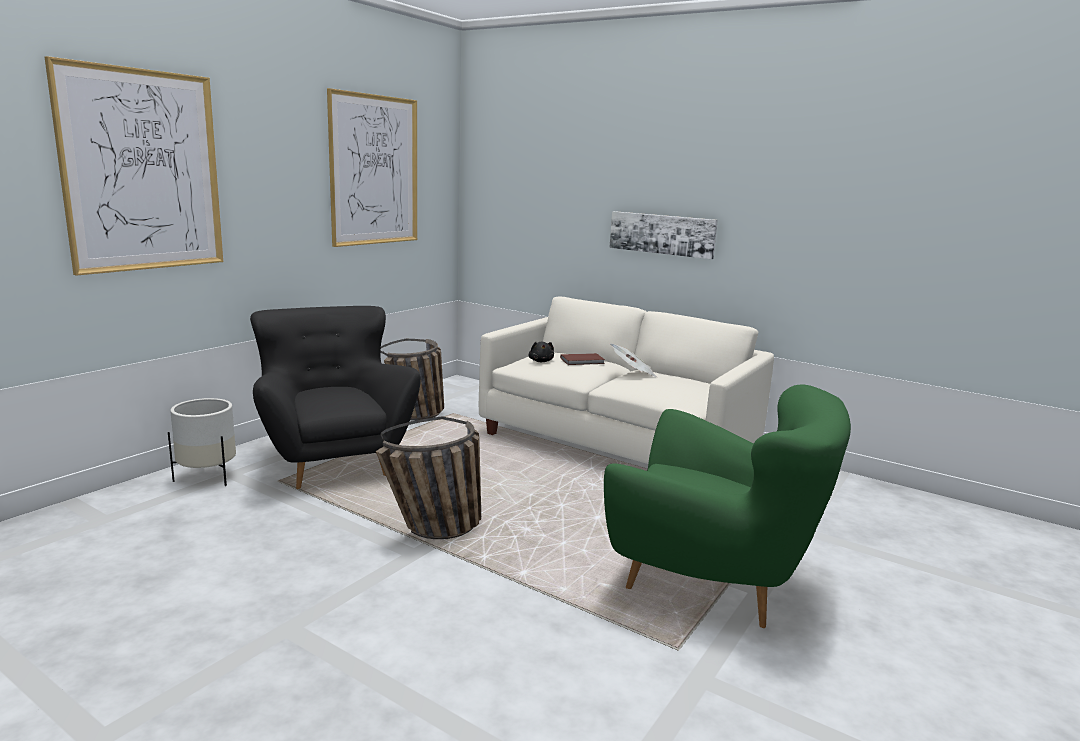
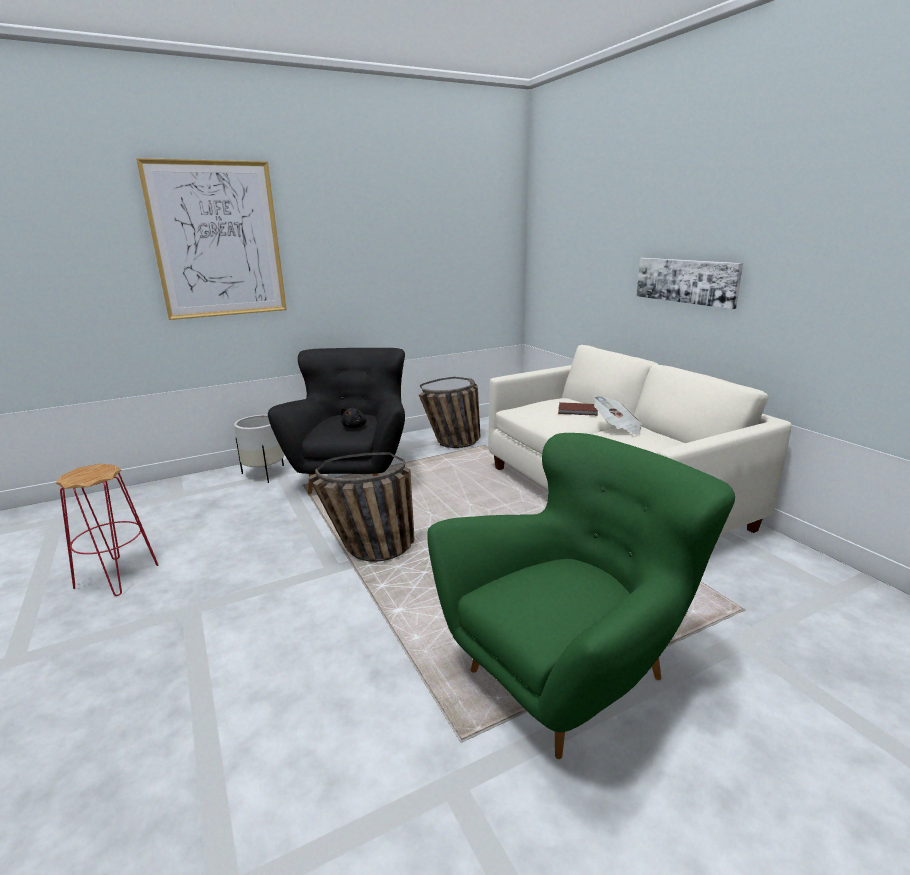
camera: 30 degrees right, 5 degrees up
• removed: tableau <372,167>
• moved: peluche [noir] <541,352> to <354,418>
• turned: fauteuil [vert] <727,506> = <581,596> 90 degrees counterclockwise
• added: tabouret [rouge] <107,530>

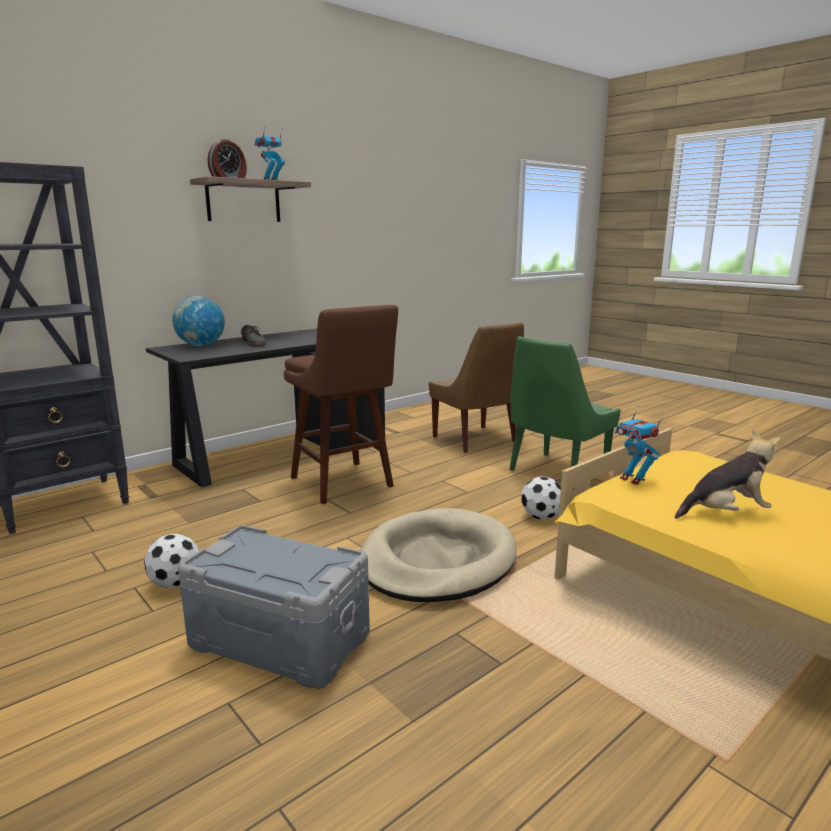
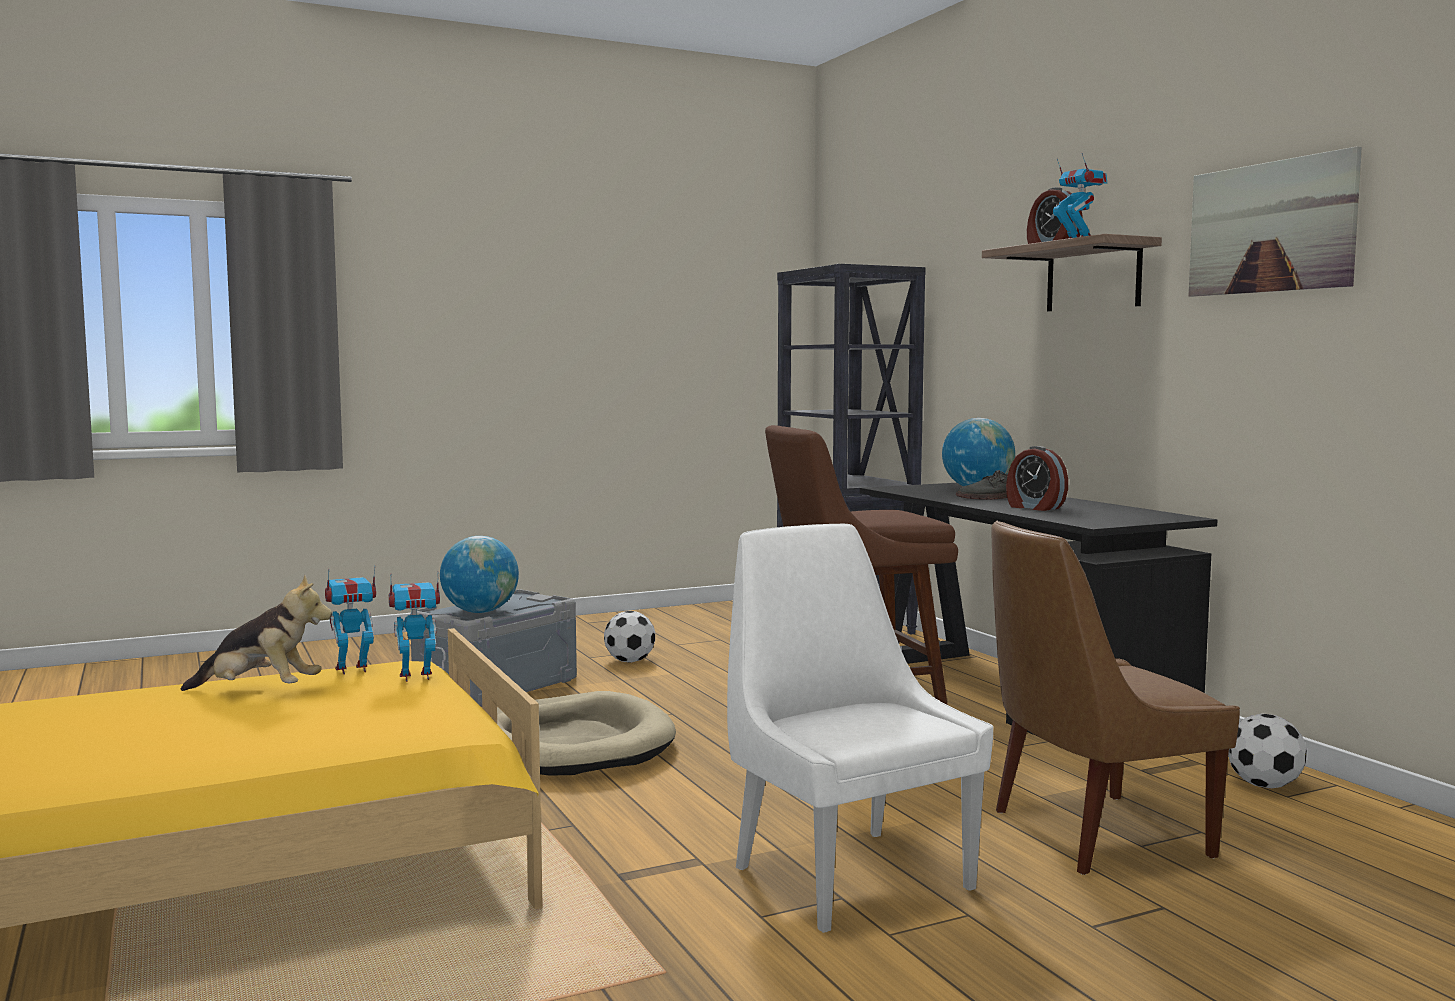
camera: 105 degrees right, 10 degrees down
• recoloured: chaise [vert] <565,413> to chaise [blanc] <860,728>
• moved: ballon de foot <541,498> to <1267,751>
• turned: peluche <727,474> = <256,633> 90 degrees counterclockwise
• added: robot jouet <350,619>
• added: globe <479,574>
• added: réveil <1037,478>
• added: tableau <1275,221>

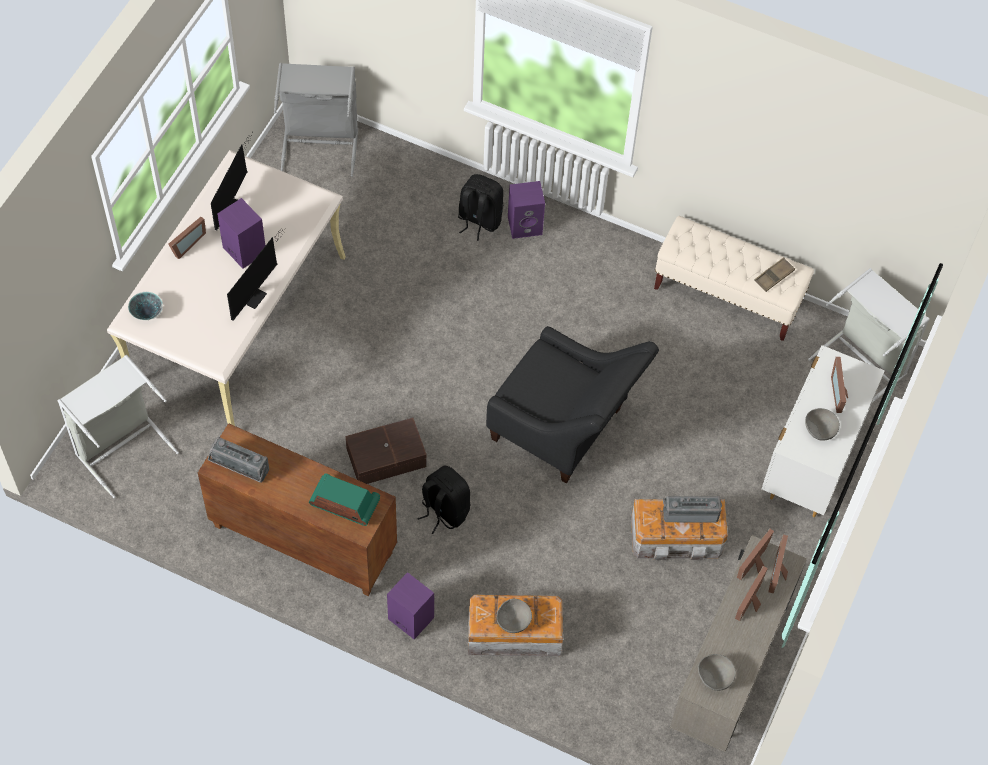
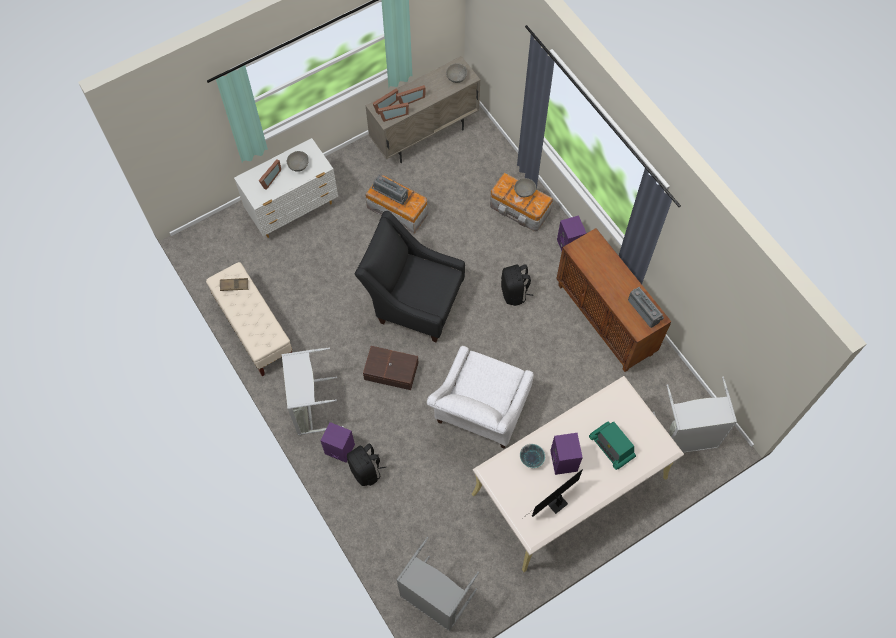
camera: 145 degrees left, 5 degrees up
• moved: bol <145,306> to <532,456>
• removed: cadre photo <187,238>
• removed: écran d'ordinateur <257,273>
• moved: radio <344,499> to <612,445>
• moved: boîte de rangement [marron] <386,450> to <391,368>
• turned: fauteuil [noir] <572,404> = <410,276> 45 degrees counterclockwise
• moved: panier à linge [gris] <869,335> to <313,391>
• added: fauteuil [blanc] <480,397>

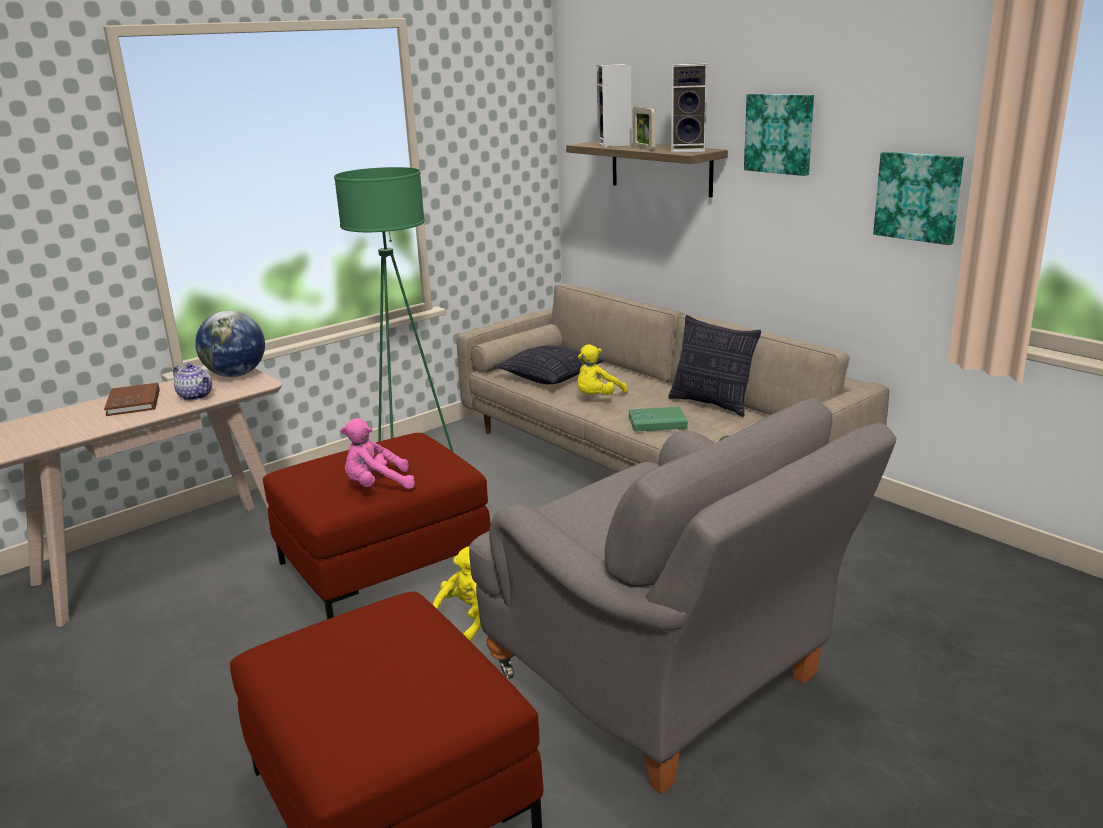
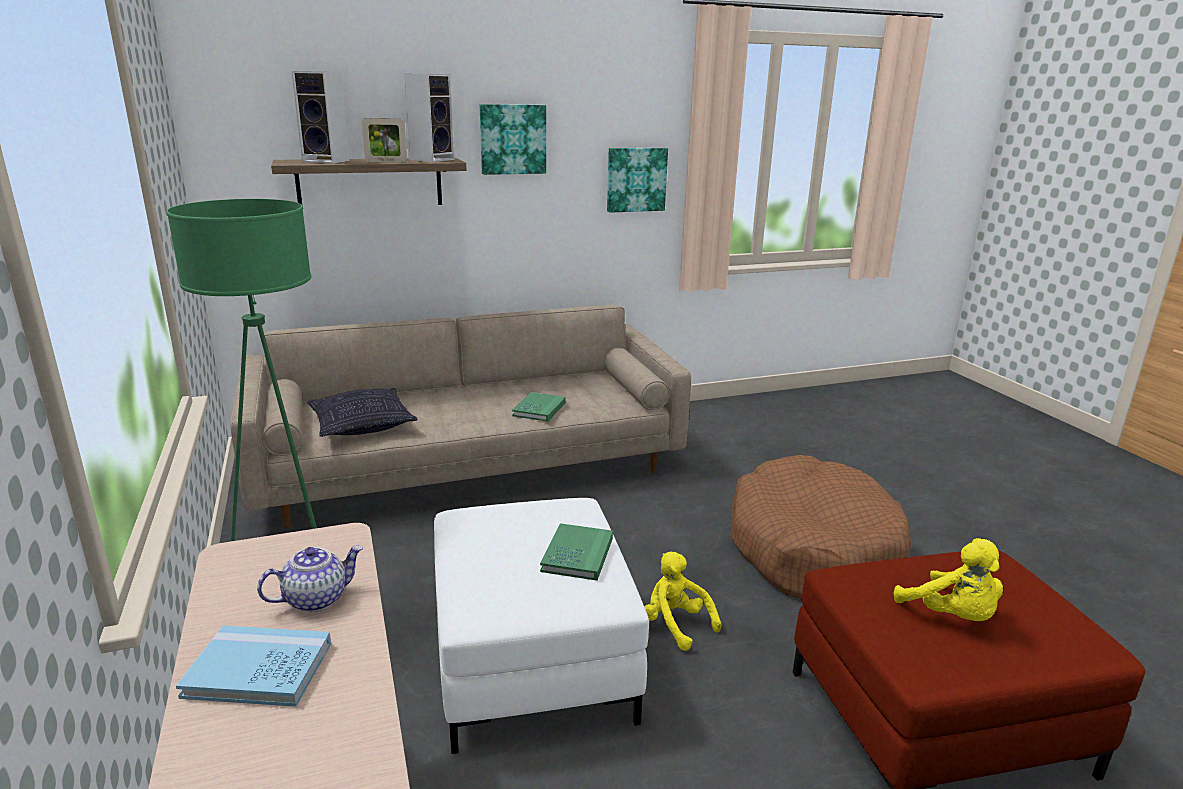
camera: 70 degrees left, 0 degrees up
• recoloured: livre [marron] <132,399> to livre [bleu] <253,666>
• removed: globe <230,343>
• recoloured: pouf [rouge] <377,526> to pouf [blanc] <541,626>
• replaced: peluche [rose] <377,453> to livre [vert] <576,552>
• replaced: fauteuil [gris] <683,596> to panier pour chien [marron] <820,527>
• moved: peluche [jaune] <602,369> to <948,579>
• removed: coussin <714,366>

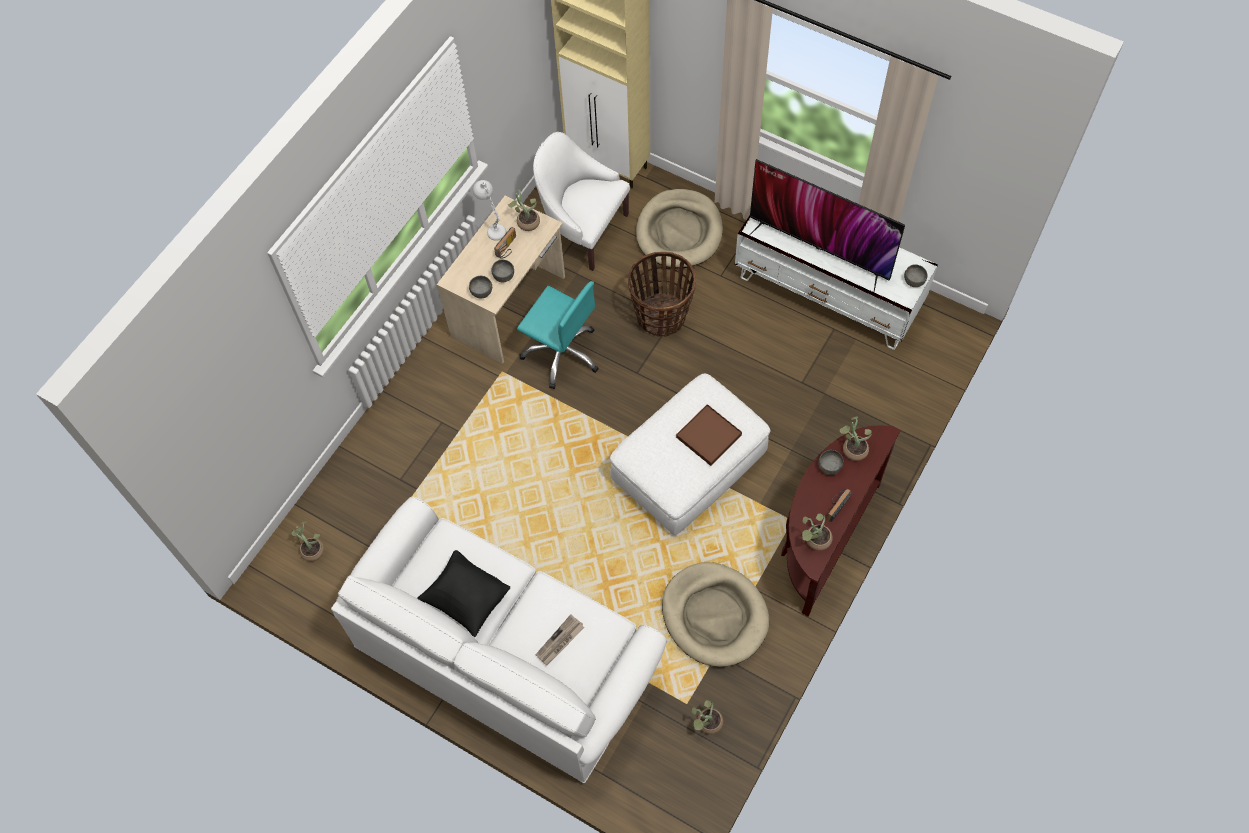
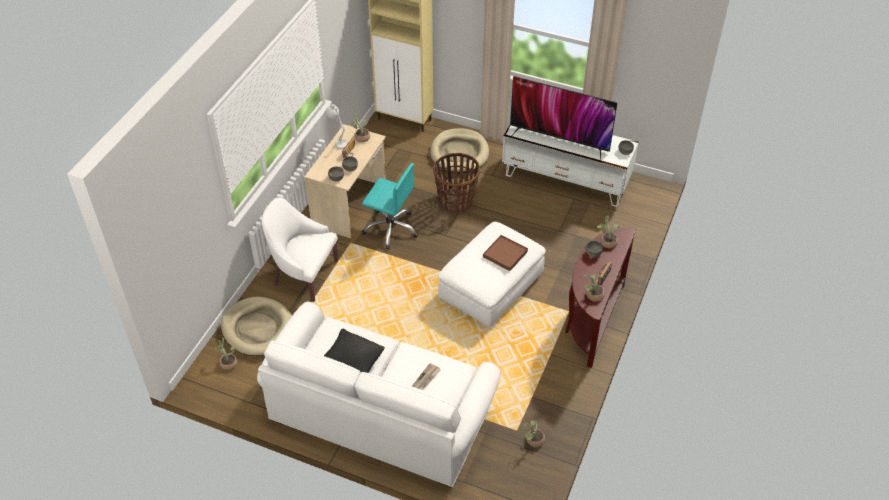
camera: 10 degrees left, 15 degrees down
• moved: fauteuil [blanc] <581,201> to <300,249>
• moved: panier pour chien [beige] <715,614> to <256,326>

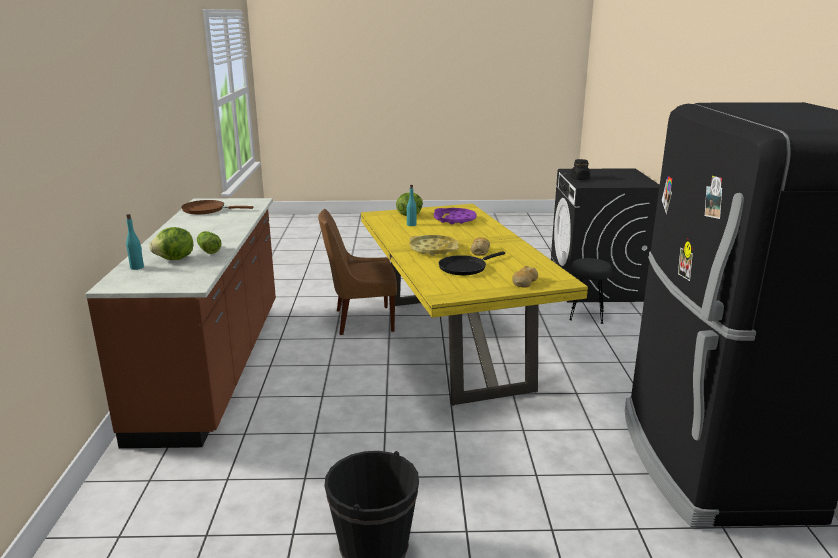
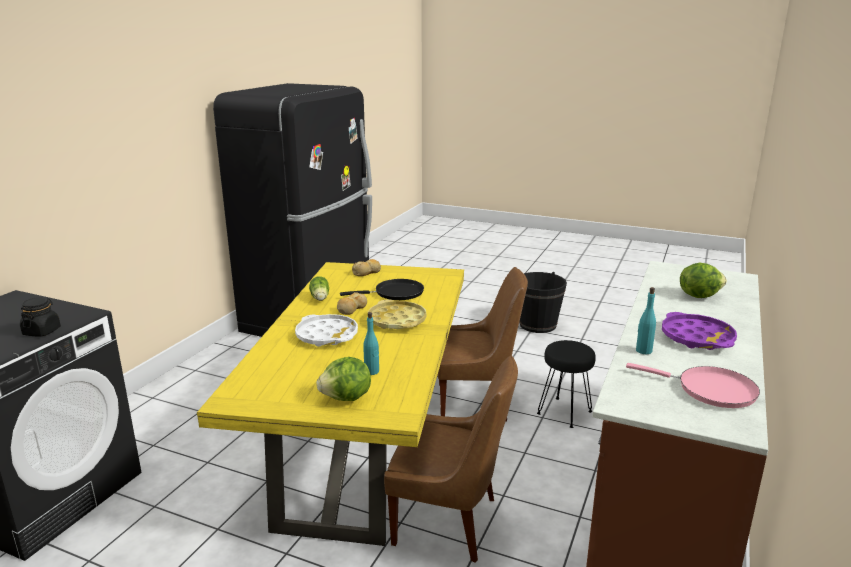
camera: 155 degrees left, 0 degrees up
• moved: bouteille [turquoise] <135,242> to <646,320>
• recoloured: poêle [marron] <217,207> to poêle [rose] <693,385>
• moved: laitue <209,242> to <319,288>
• moved: plateau [violet] <455,216> to <699,331>
• moved: tabouret [noir] <590,291> to <566,384>
• added: plateau [blanc] <326,330>
• added: chaise [marron] <483,344>

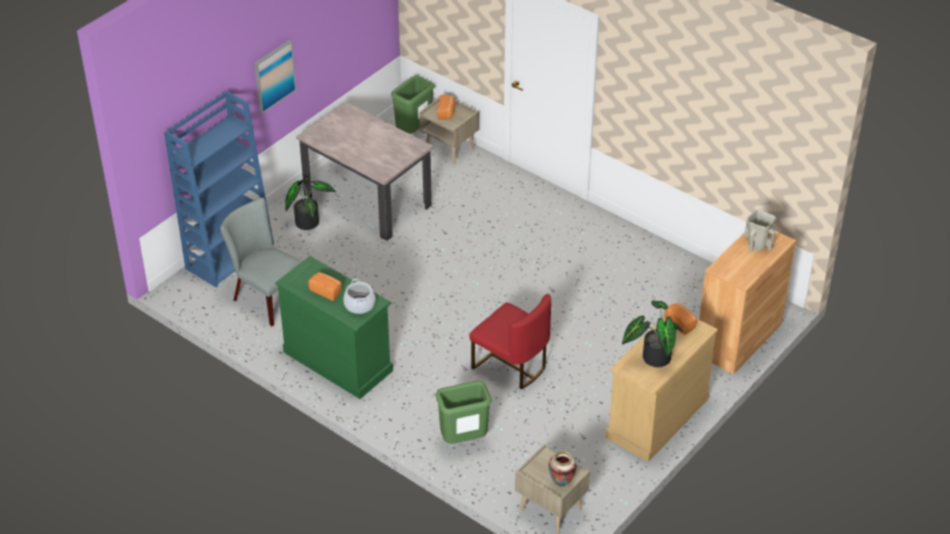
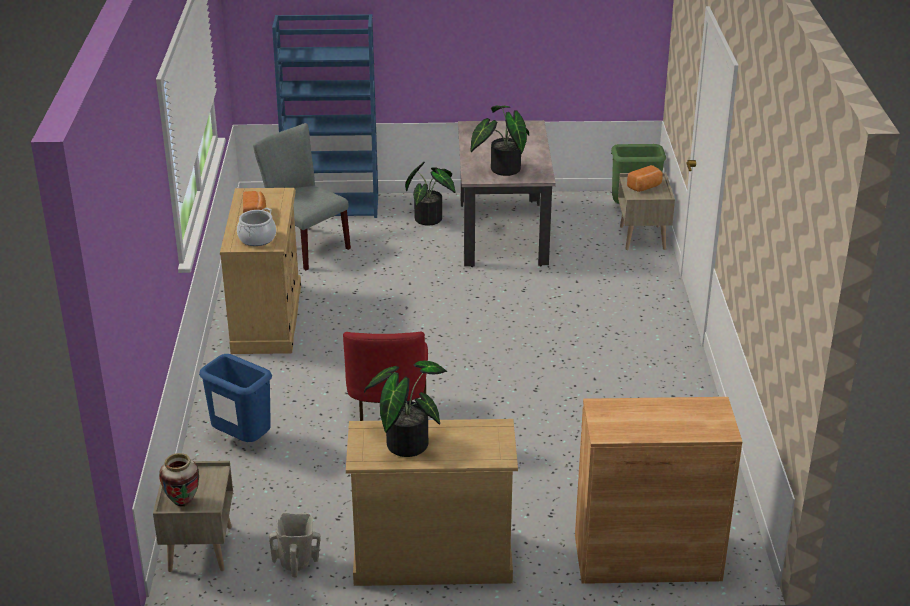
camera: 50 degrees right, 10 degrees down
• turned: chaise [gris] <261,262> = <302,196> 45 degrees counterclockwise
• removed: tableau <275,77>
• recoloured: commode [vert] <334,327> to commode [beige] <260,271>
• recoloured: poubelle [vert] <464,412> to poubelle [bleu] <235,398>
• removed: pain <680,319>
• moved: vase [beige] <760,231> to <295,545>
• added: plante en pot <499,140>

